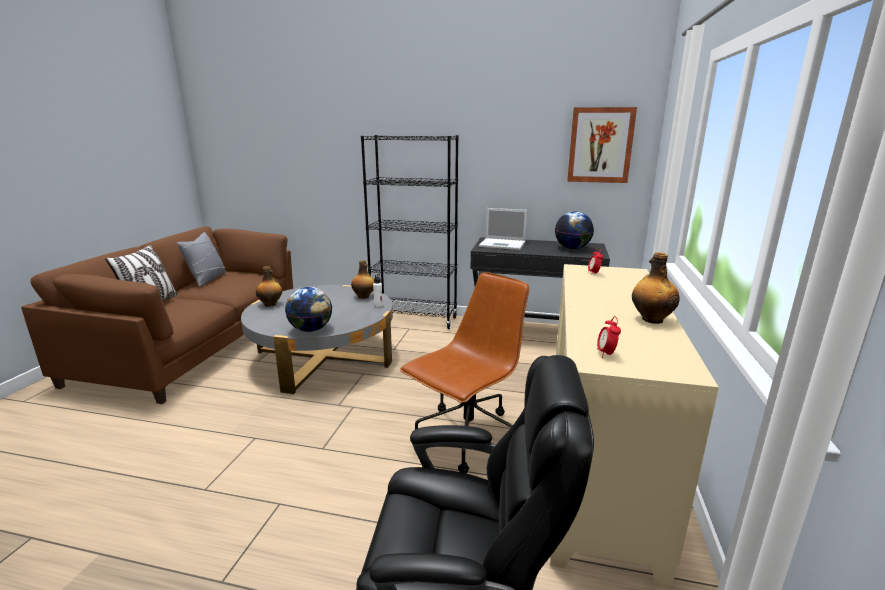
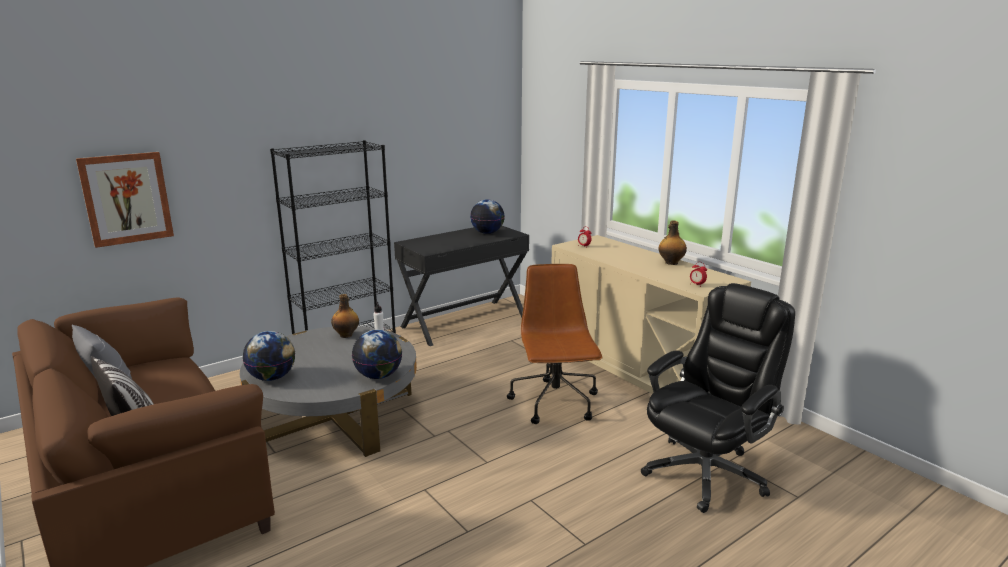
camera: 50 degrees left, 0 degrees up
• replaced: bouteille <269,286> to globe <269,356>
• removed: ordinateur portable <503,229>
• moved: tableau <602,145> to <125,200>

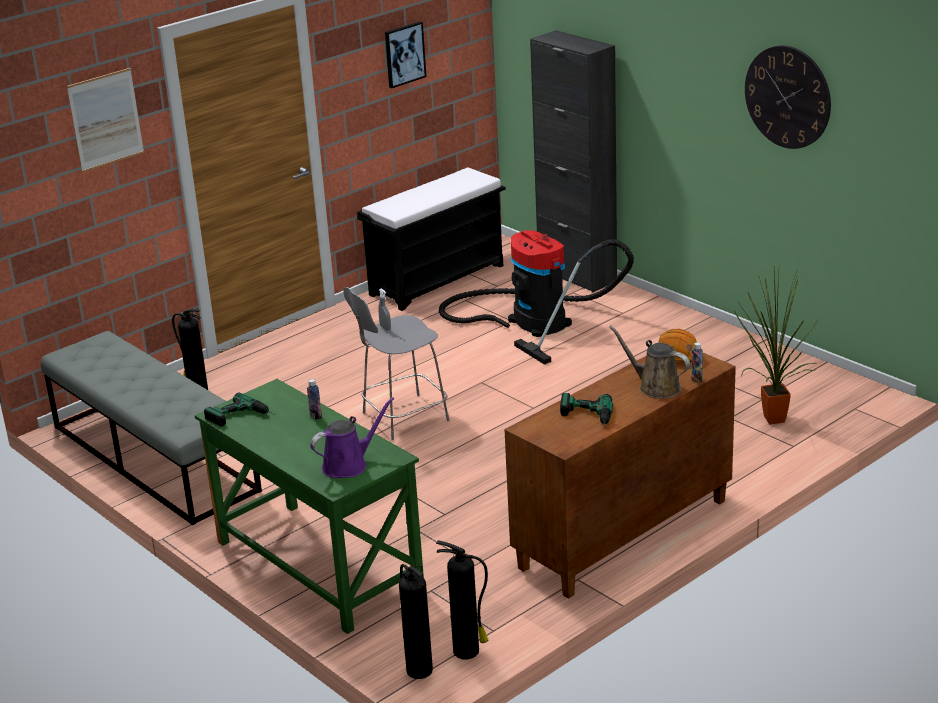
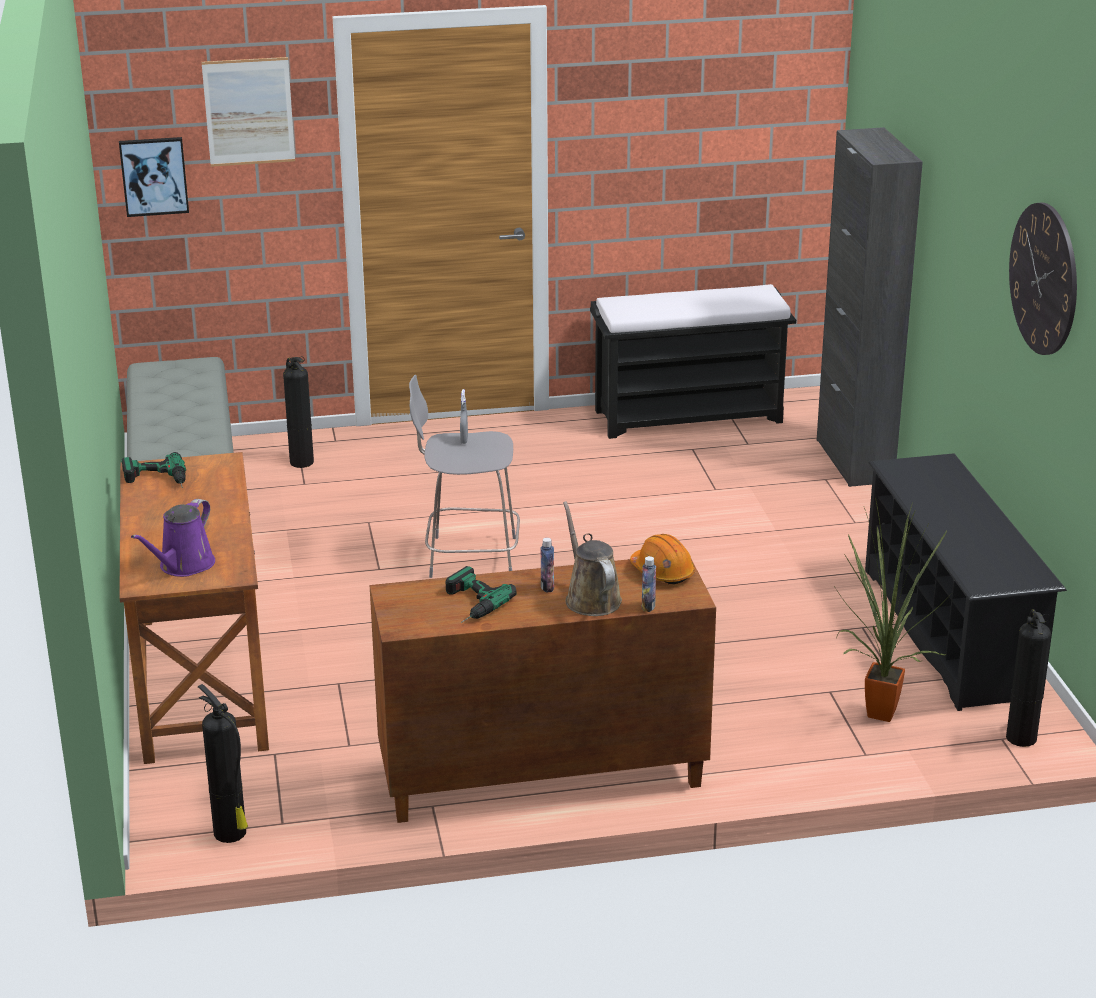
camera: 30 degrees right, 0 degrees up
• recoloured: bureau [vert] <309,506> to bureau [marron] <194,608>
• moved: bouteille <314,399> to <547,565>
• turned: arrosoir [violet] <352,437> = <173,538> 120 degrees clockwise
• moved: tableau <405,54> to <154,177>
• moved: extincteur <416,621> to <1028,678>
• removed: aspirateur <536,297>
• added: étagère à chaussures [noir] <966,582>

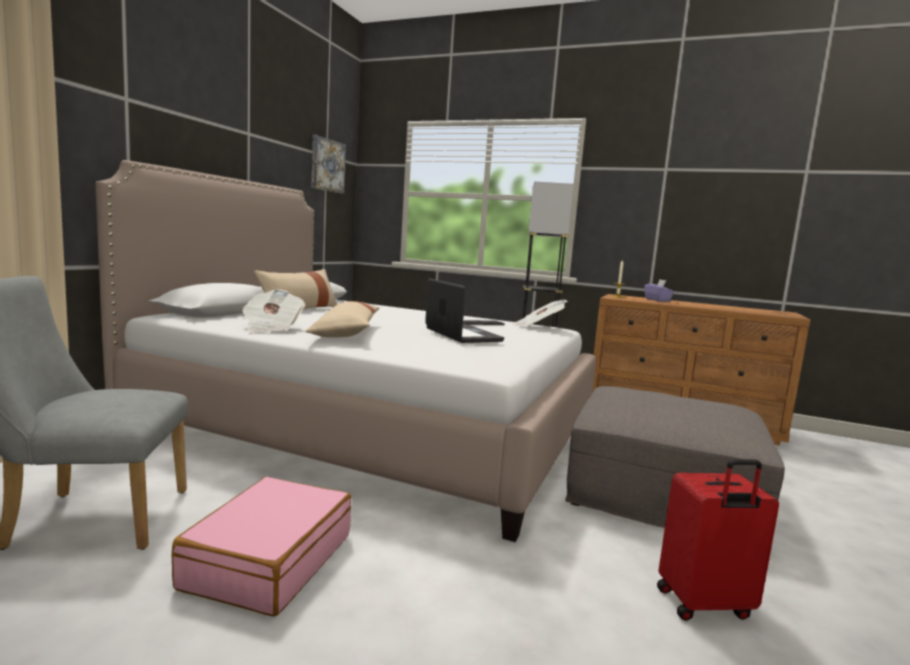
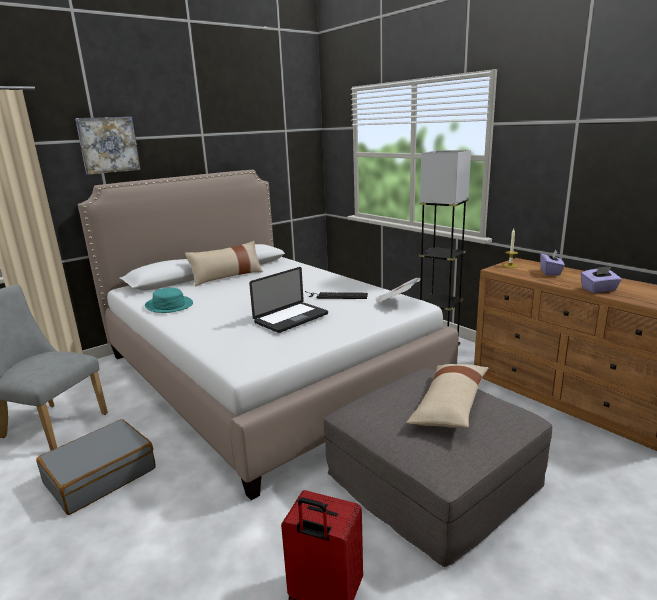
camera: 30 degrees right, 10 degrees up
• recoloured: valise [rose] <261,547> to valise [gris] <96,467>
• replaced: journal <273,311> to chapeau [turquoise] <169,300>
• moved: coussin [beige] <342,319> to <447,396>
• moved: tableau <328,164> to <108,146>
• turned: ordinateur portable <464,310> = <288,300> 45 degrees clockwise
• added: boîte à mouchoirs [violet] <601,279>

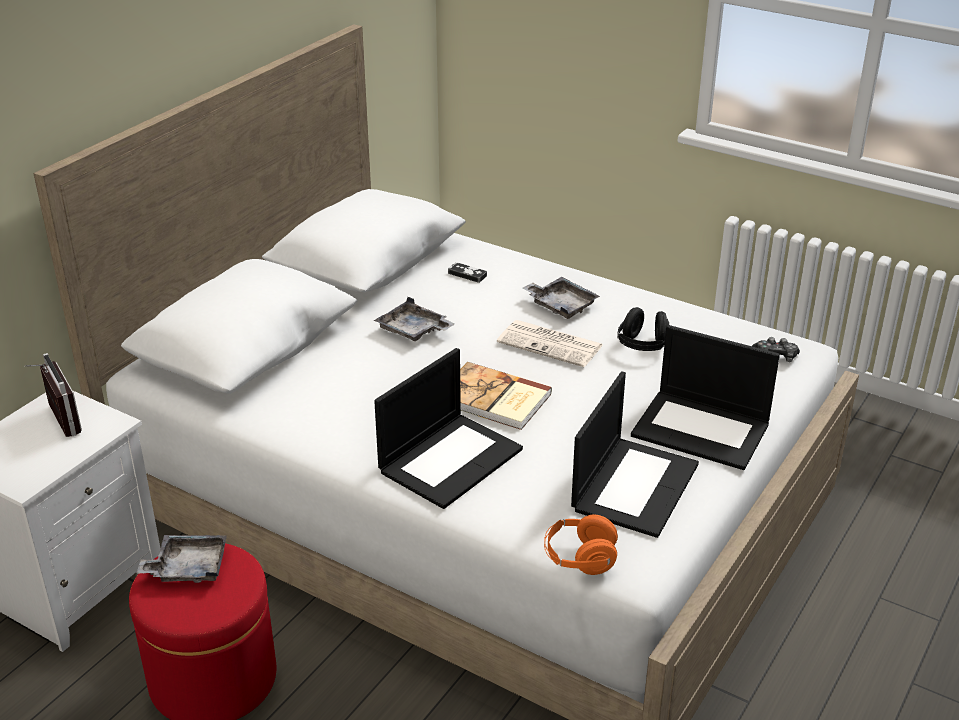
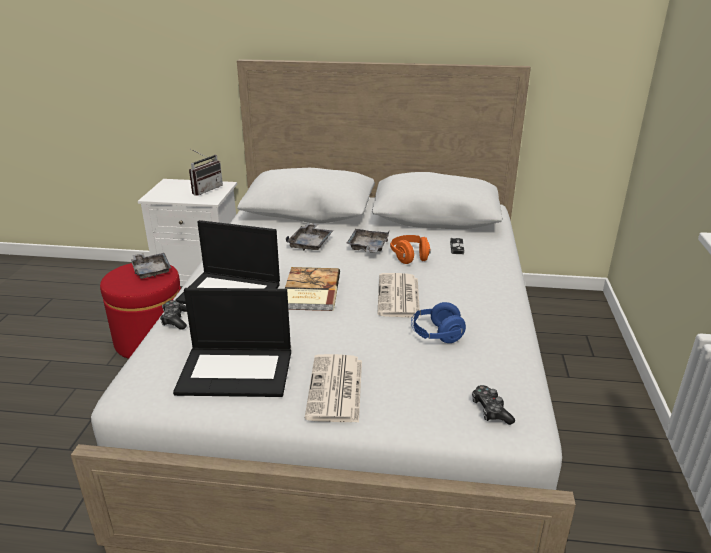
camera: 65 degrees right, 5 degrees down
• moved: plateau [gris] <561,298> to <309,236>
• moved: casque audio [orange] <581,544> to <410,249>
• recoloured: casque audio [noir] <643,329> to casque audio [bleu] <438,322>
• replaced: ordinateur portable <705,397> to journal <333,388>
• added: manette <173,315>

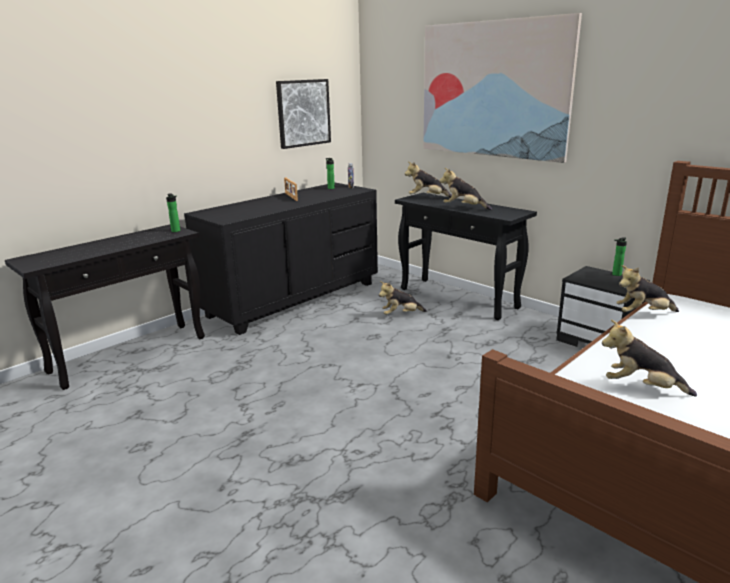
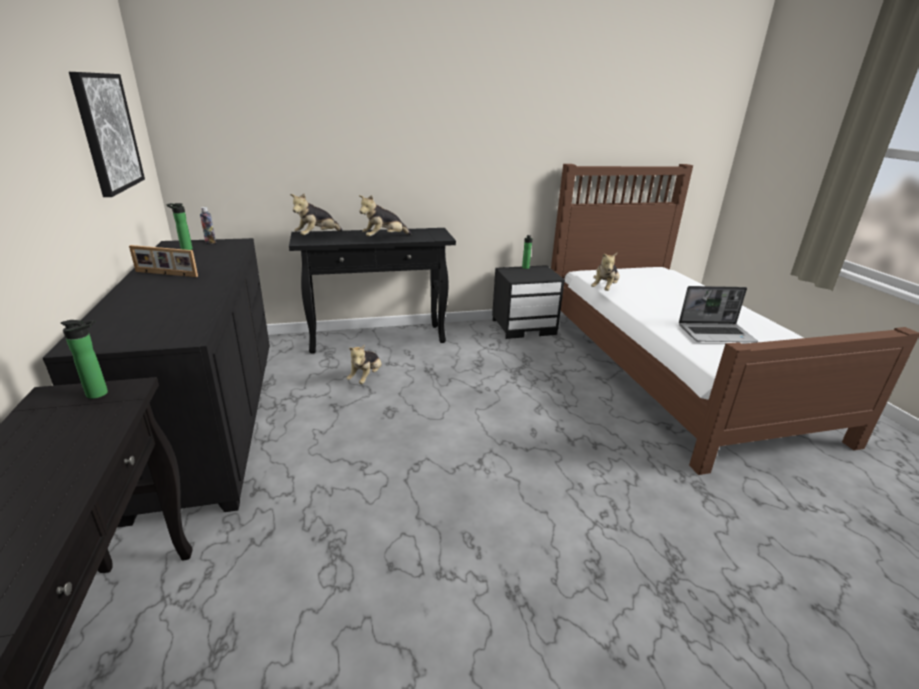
camera: 60 degrees left, 5 degrees up
• removed: tableau <502,88>
• replaced: peluche <649,358> to ordinateur portable <718,314>

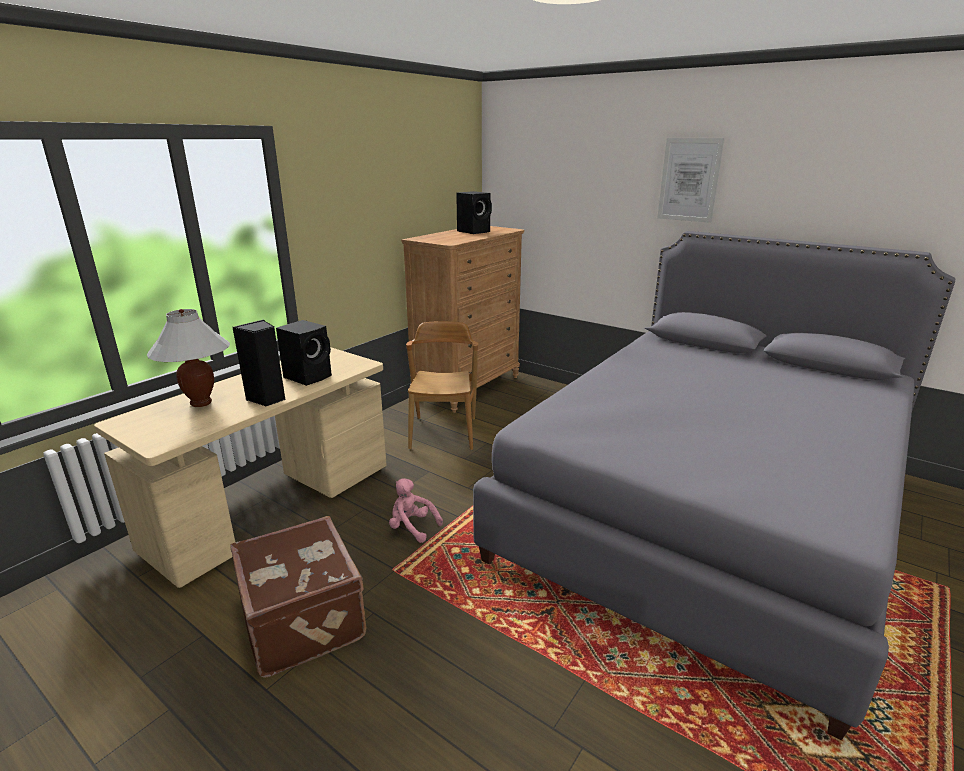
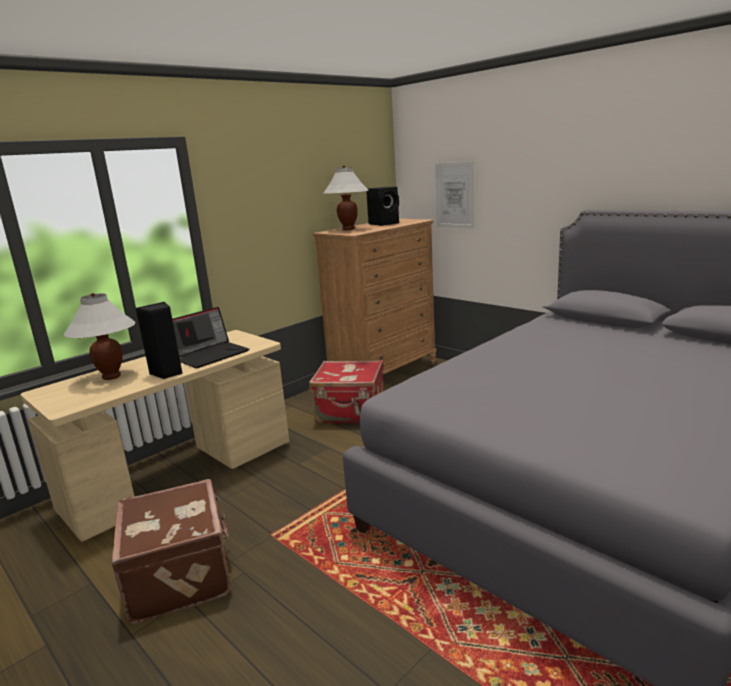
camera: 10 degrees right, 5 degrees down
• replaced: enceinte [noir] <304,353> to ordinateur portable <210,337>
• removed: peluche [rose] <416,510>
• replaced: chaise [marron] <442,385> to valise [rouge] <346,392>
• moved: tableau <691,180> to <454,194>
• added: lampe de table [blanc] <346,197>

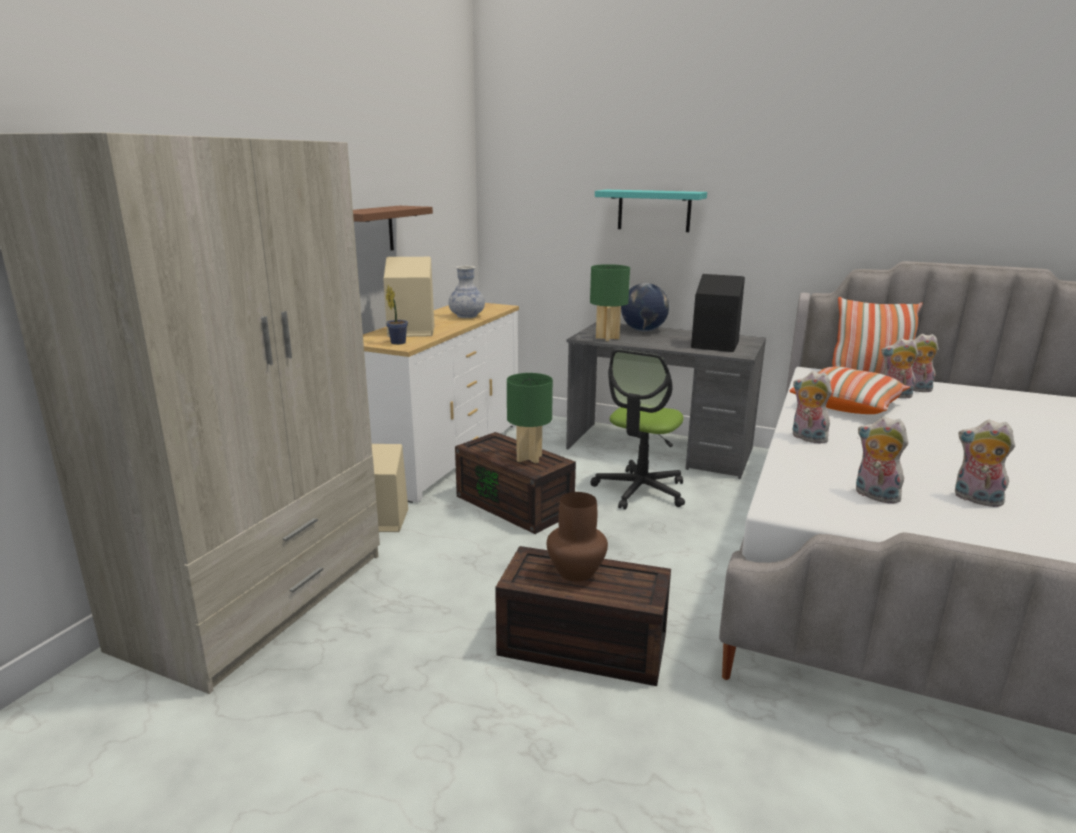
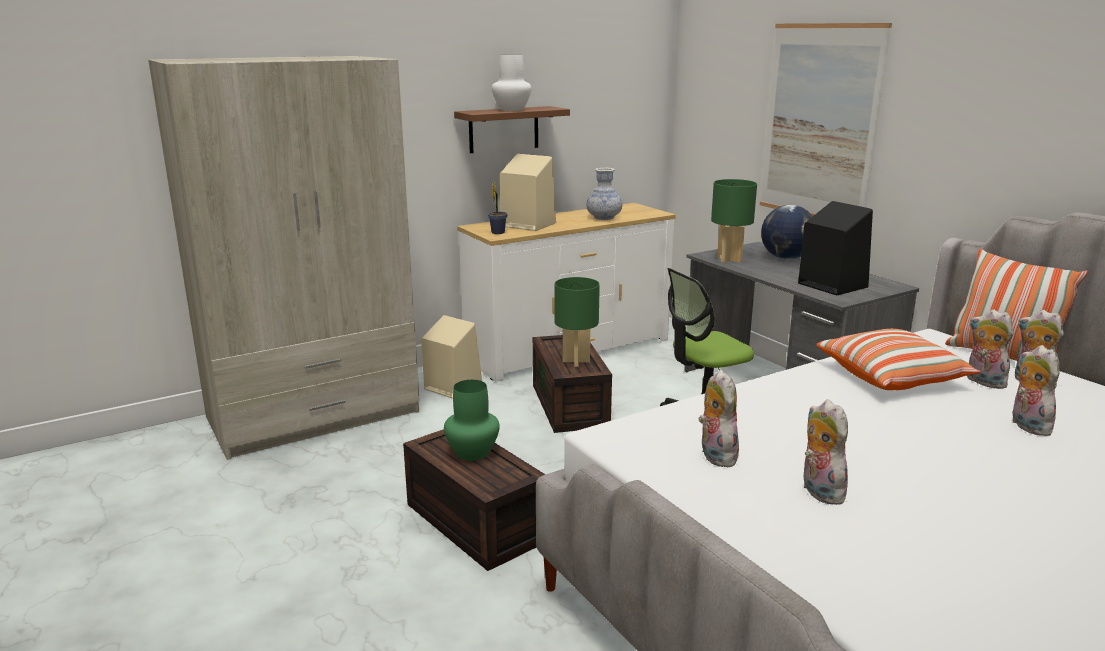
camera: 35 degrees right, 0 degrees up
• recoloured: vase [marron] <577,537> to vase [vert] <472,420>
• replaced: étagère [turquoise] <651,211> to tableau <826,119>
• moved: peluche <812,407> to <1036,390>
• added: vase [blanc] <511,82>

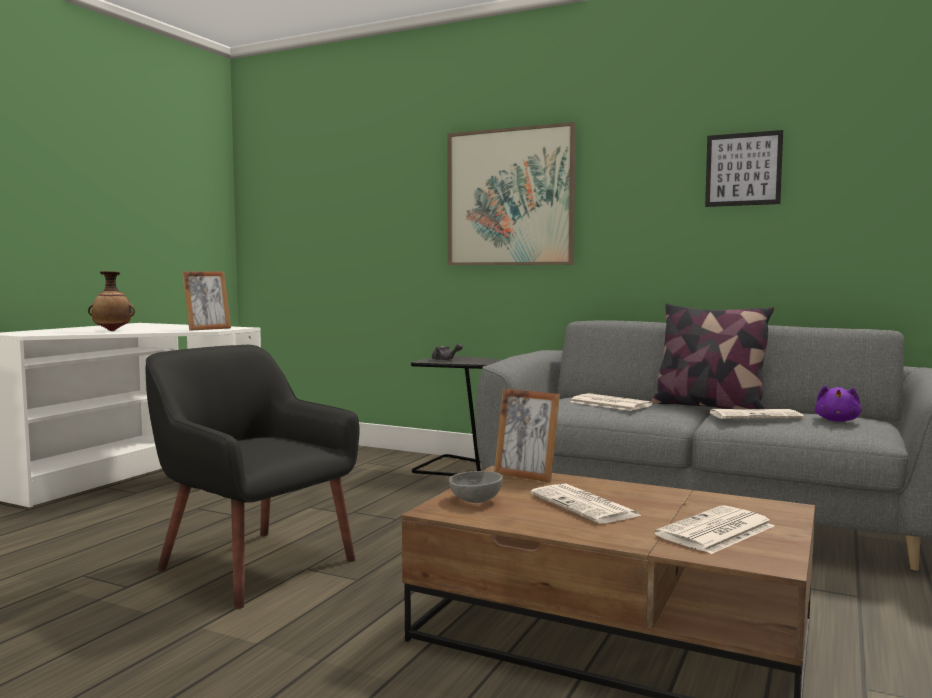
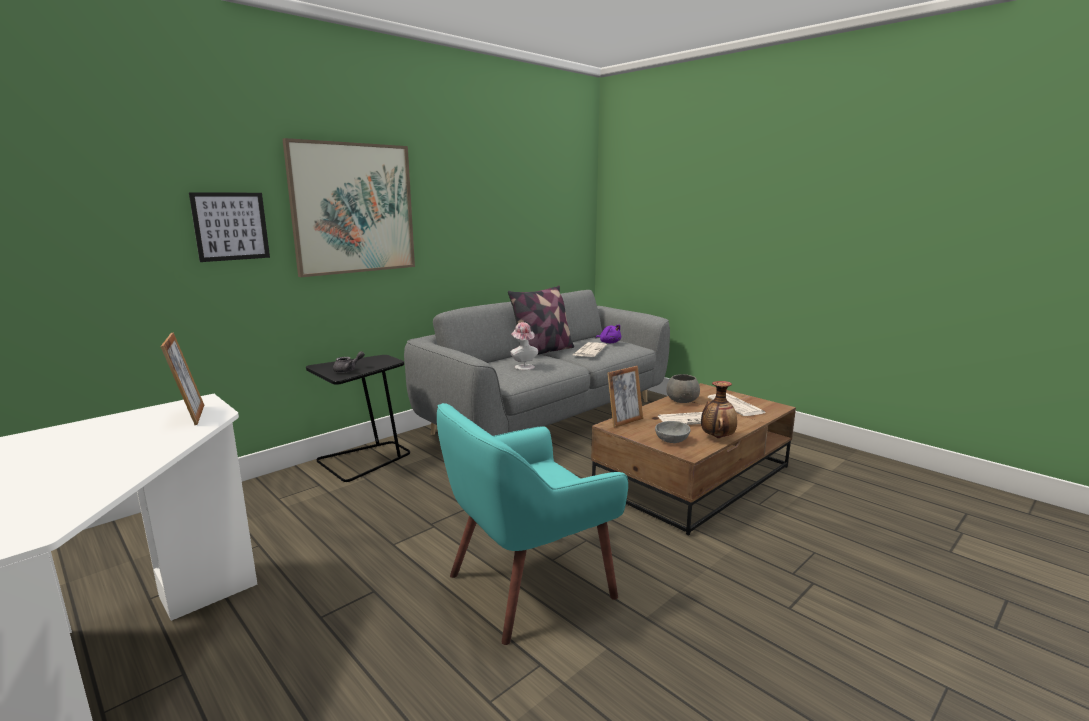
camera: 70 degrees left, 10 degrees up
• moved: vase <111,301> to <719,409>
• recoloured: fauteuil [noir] <253,477> to fauteuil [turquoise] <532,524>
• replaced: journal <611,402> to chapeau <524,346>
• moved: tableau <744,168> to <229,227>
• added: bol [gris] <683,388>

